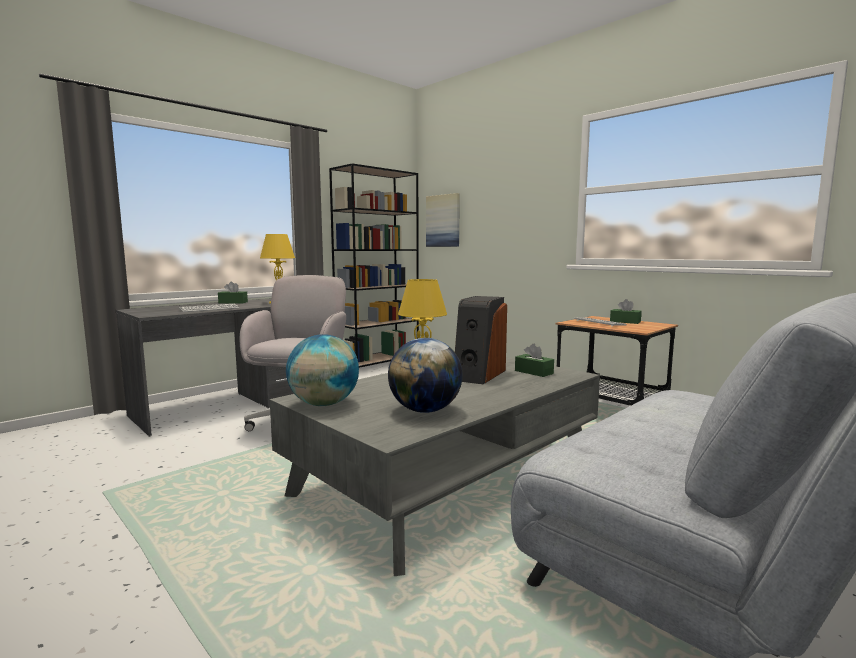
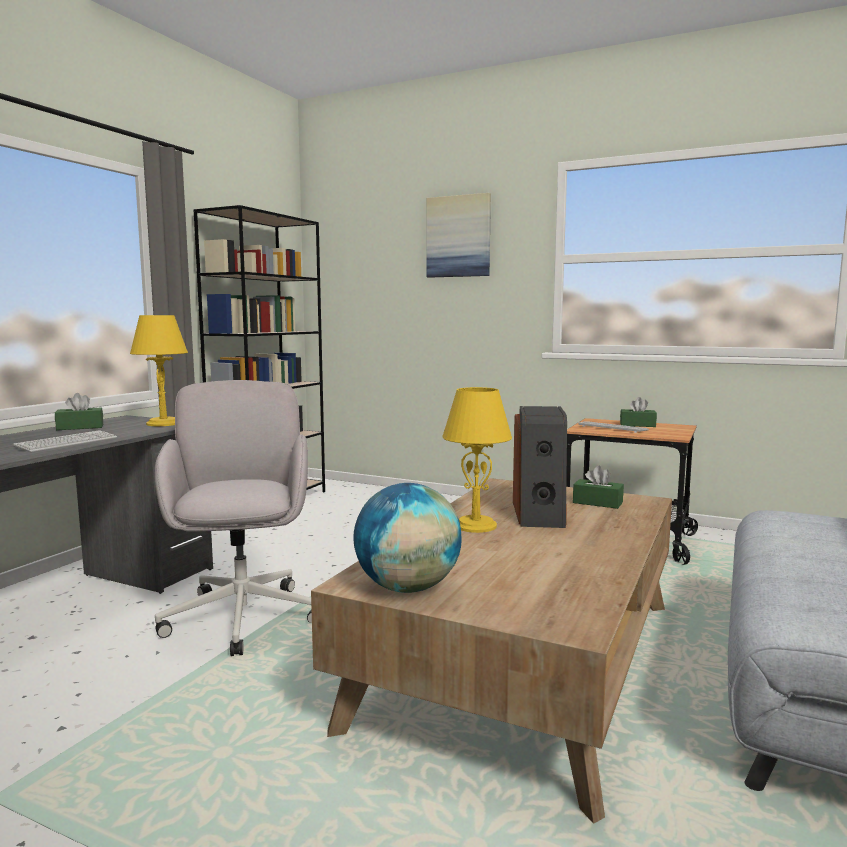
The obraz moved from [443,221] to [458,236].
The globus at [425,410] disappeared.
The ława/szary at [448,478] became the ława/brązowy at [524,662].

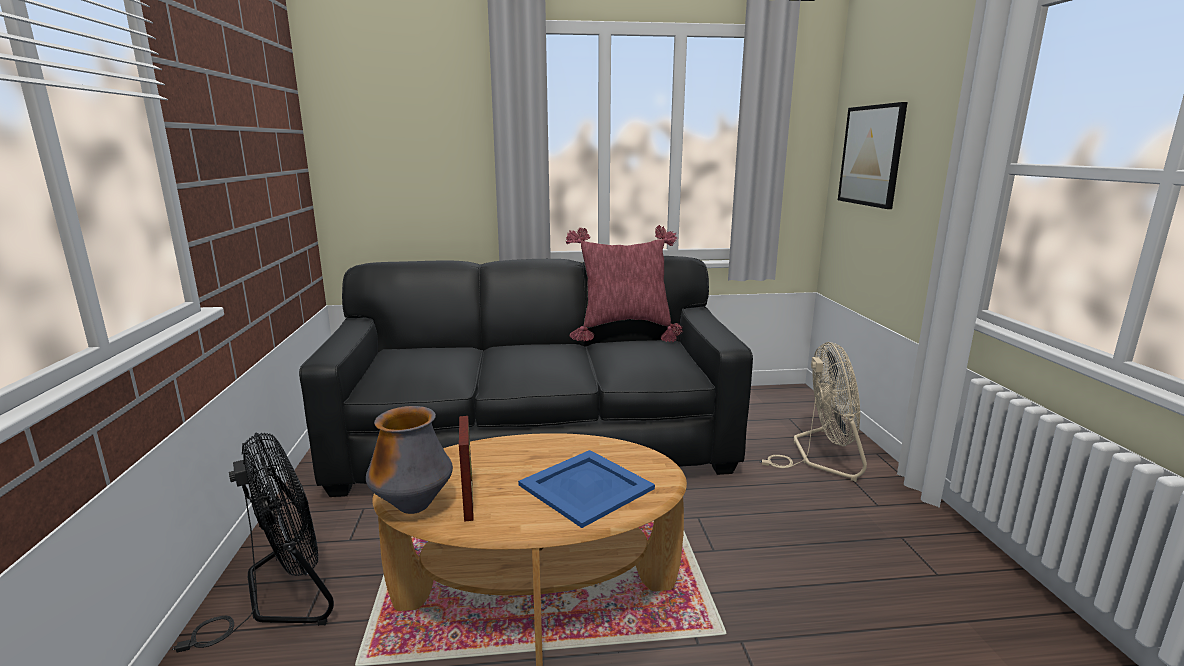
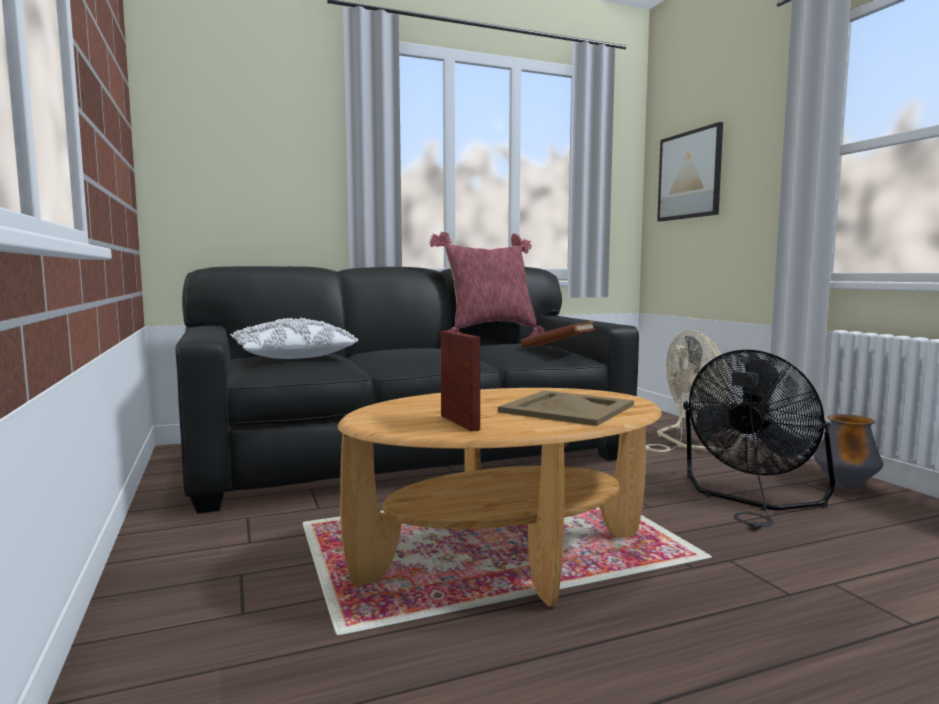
The wazon moved from [413,506] to [845,487].
The wentylator/czarny moved from [278,592] to [747,498].
The taca/niebieski at [586,486] became the taca/beżowy at [566,408].
The poduszka/biały at [293,356] appeared.
The książka/brązowy at [558,348] appeared.

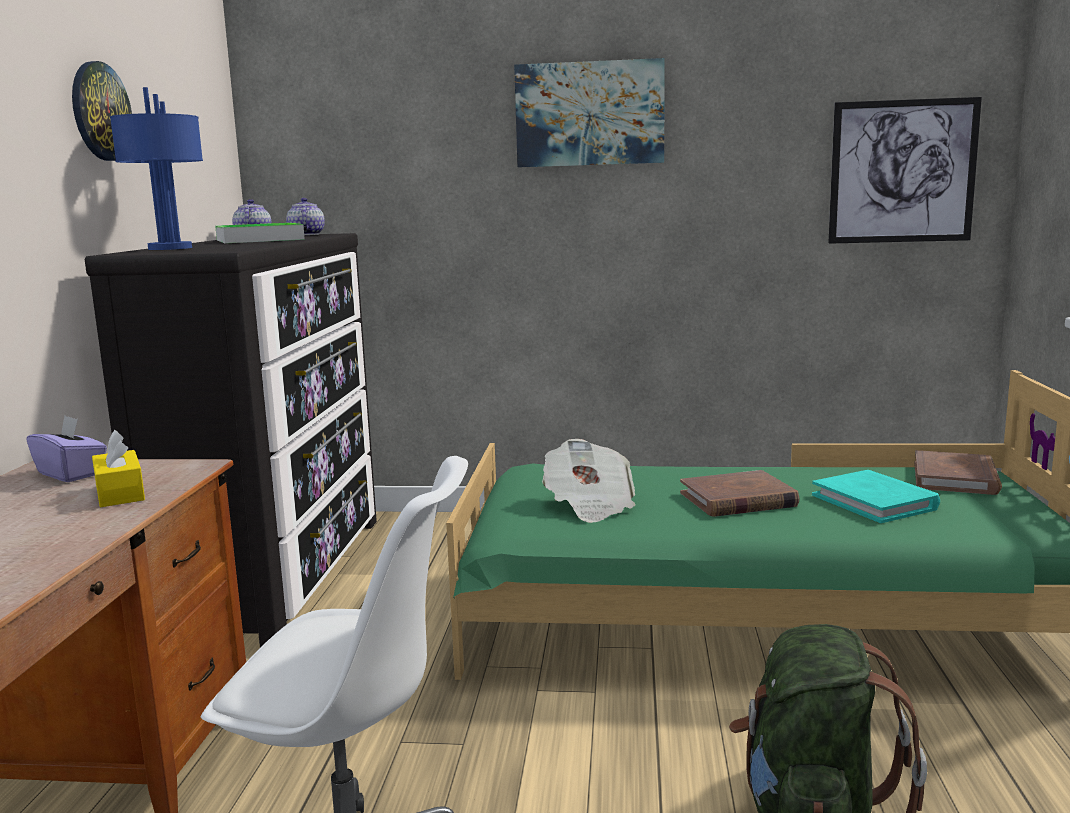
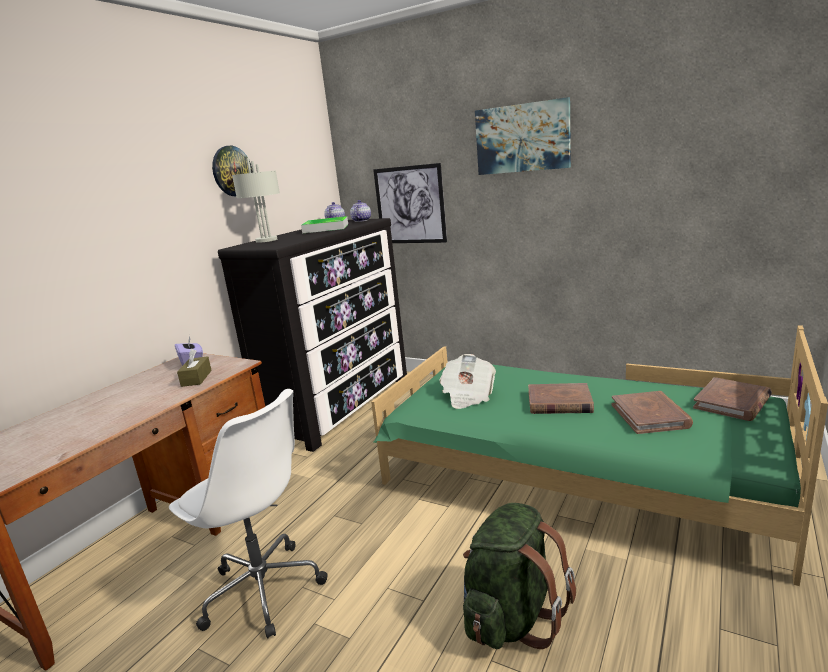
The lampa stołowa/niebieski at [169,248] became the lampa stołowa/szary at [266,240].
The obraz moved from [902,172] to [410,205].
The pudełko chusteczek/żółty at [120,493] became the pudełko chusteczek/brązowy at [196,378].
The książka/turkusowy at [874,501] became the książka/brązowy at [650,415].

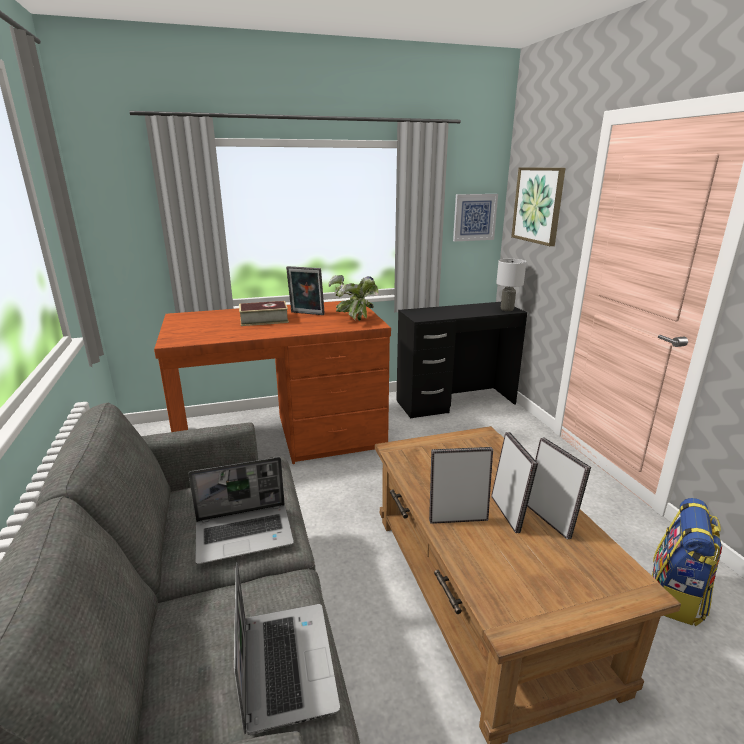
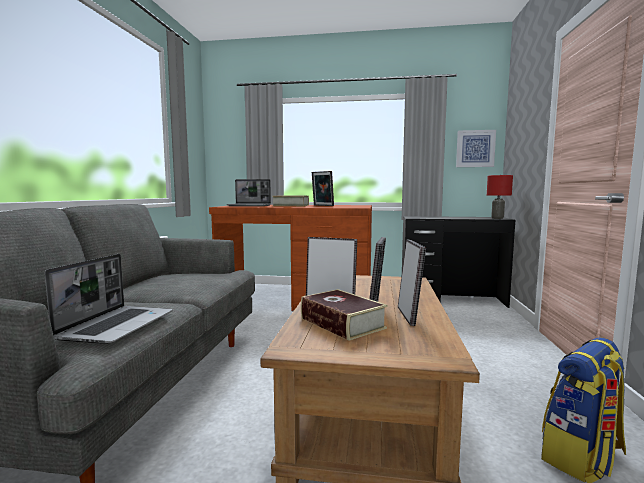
The obraz at [538,205] disappeared.
The lampa stołowa/biały at [507,310] became the lampa stołowa/czerwony at [497,218].
The roślina doniczkowa at [354,319] disappeared.
The laptop moved from [245,533] to [250,206].
The książka at [342,323] appeared.

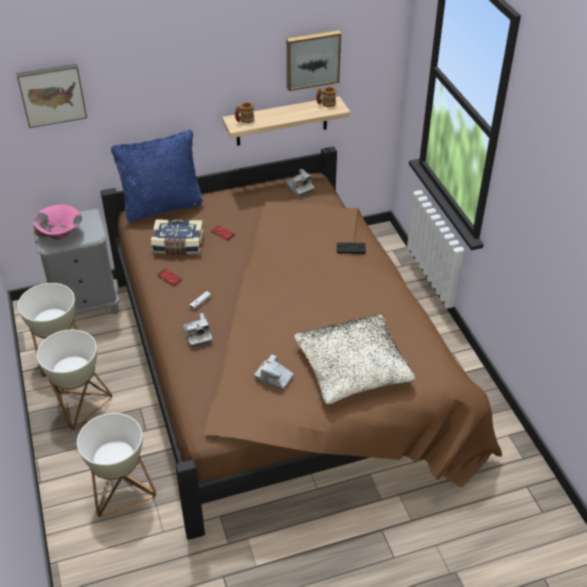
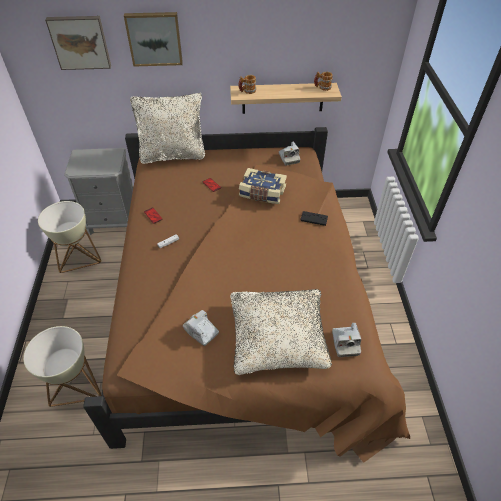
The obraz moved from [312,59] to [154,38].
The poduszka/niebieski at [163,208] became the poduszka/beżowy at [173,156].
The miska/różowy at [60,234] disappeared.
The książka moved from [178,245] to [262,193].
The aparat fotograficzny moved from [197,336] to [345,343].
The donica at [81,405] disappeared.

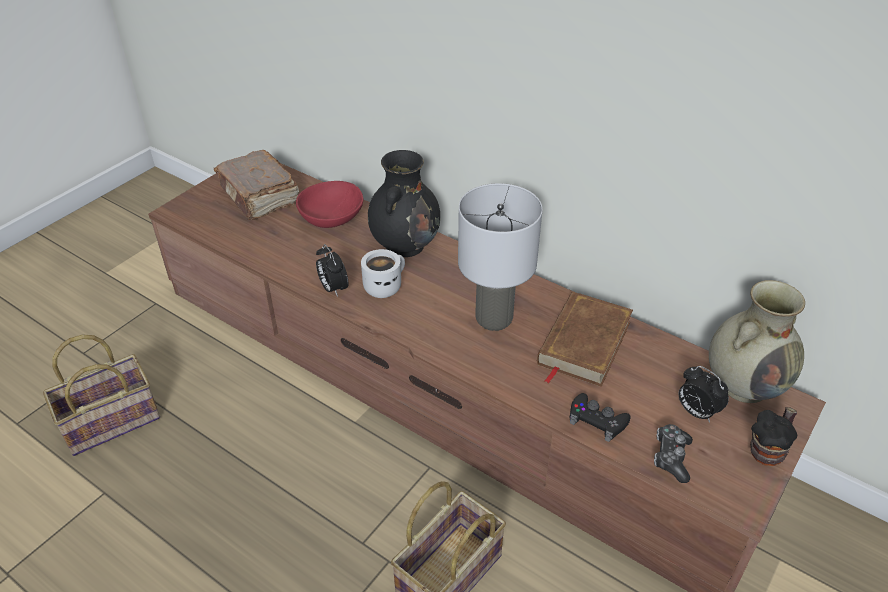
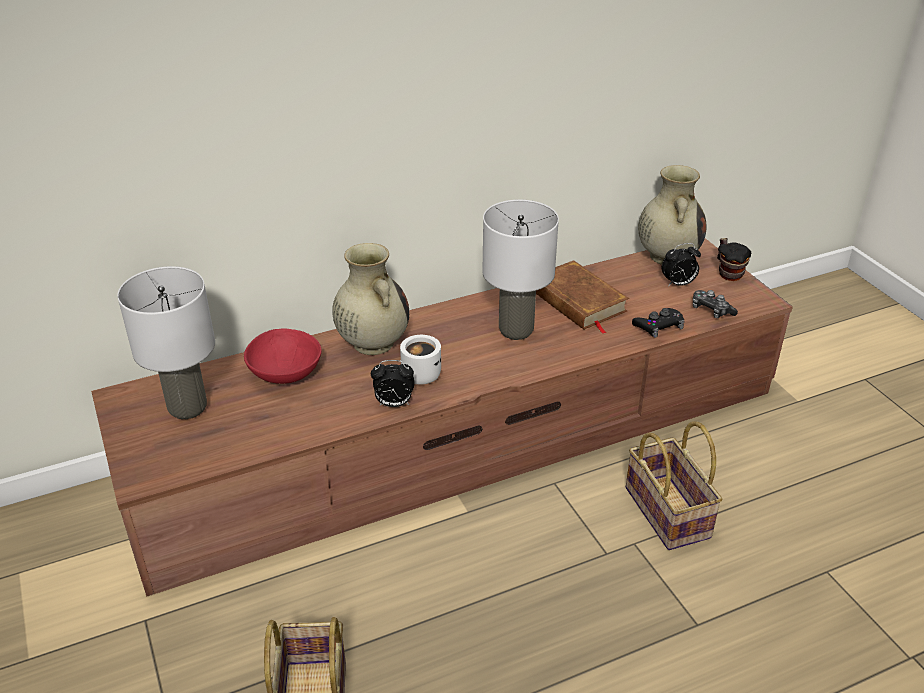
The książka/brązowy at [259,197] was replaced by the lampa stołowa/biały at [189,410].
The wazon/czarny at [405,244] became the wazon/beżowy at [372,342].

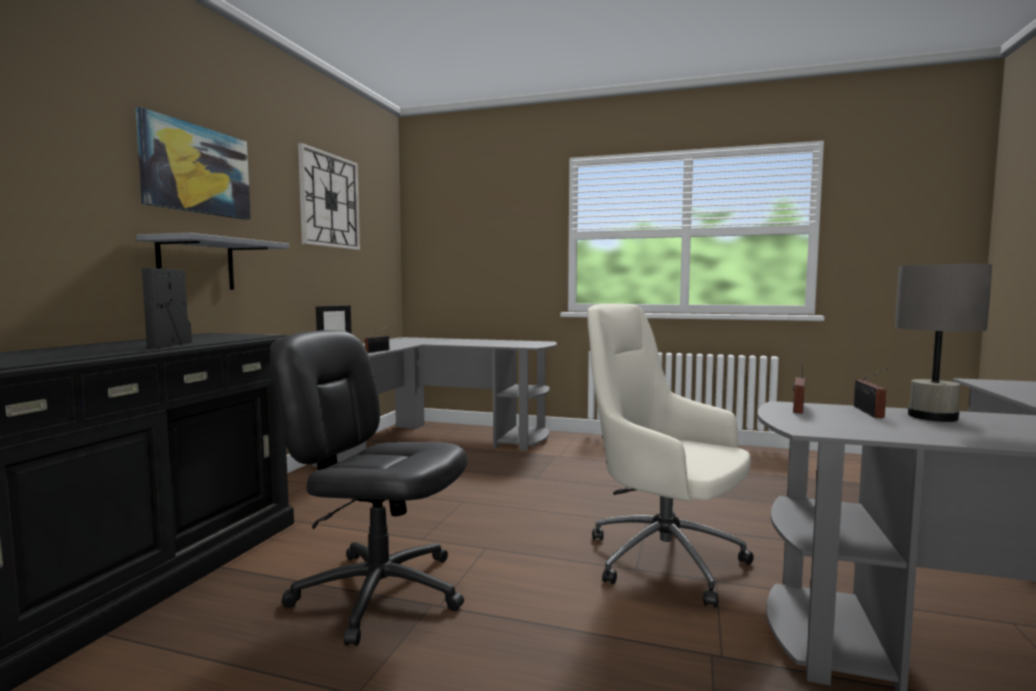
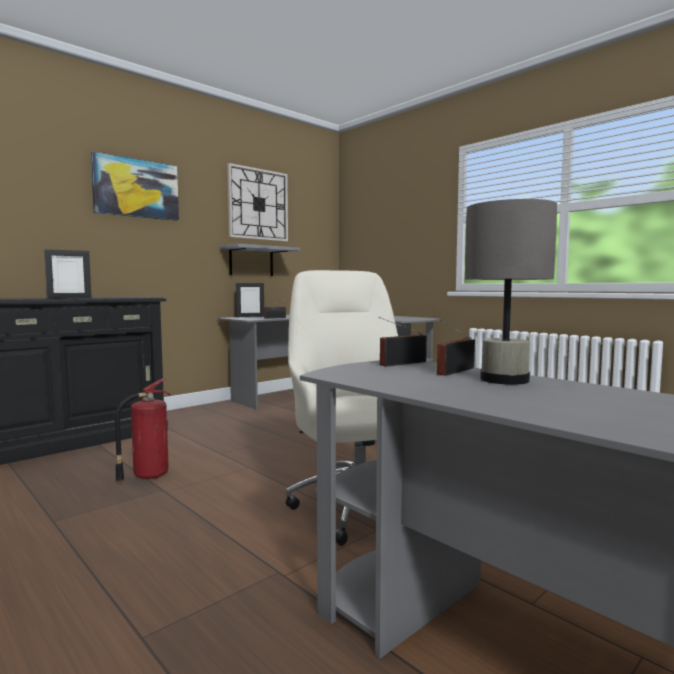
The półka/szary moved from [196,265] to [251,261].
The ramka na zdjęcie at [170,345] turned 150 degrees counterclockwise.
The krzesło biurowe/czarny at [379,591] was replaced by the gaśnica at [148,476].

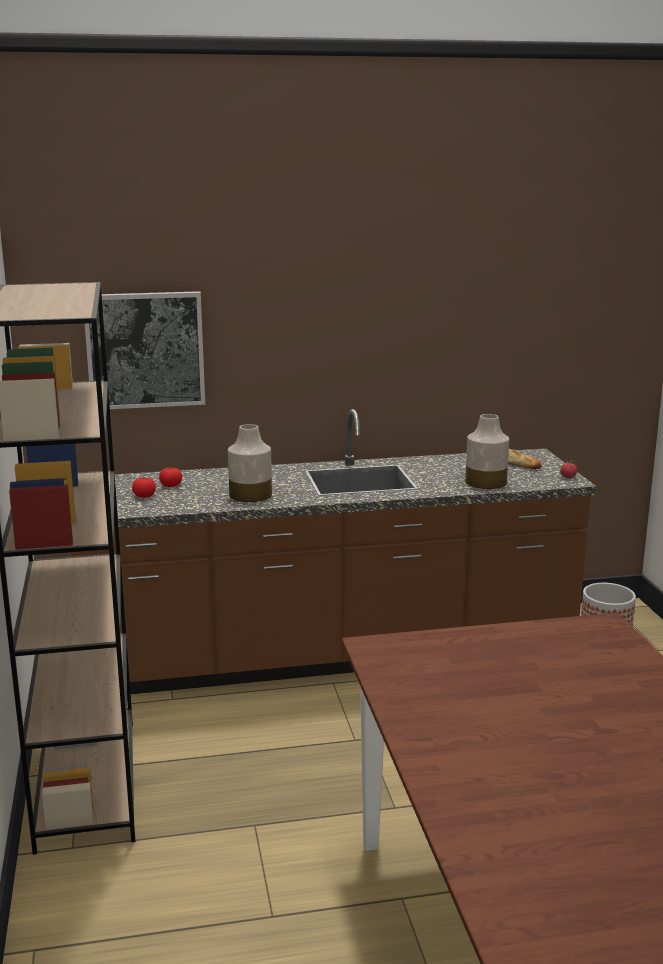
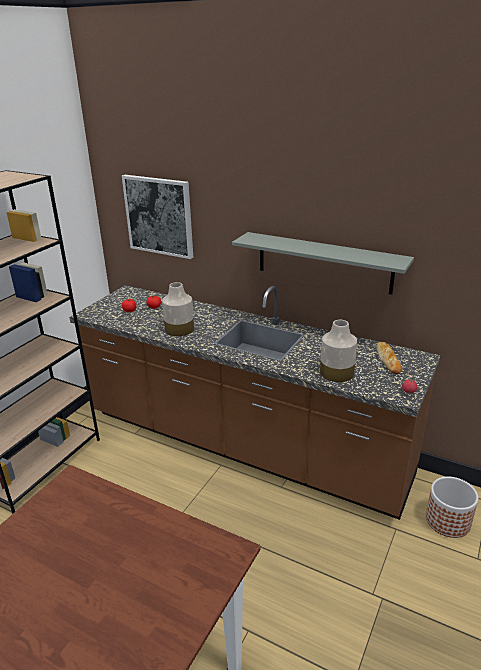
The półka/szary at [324,262] appeared.

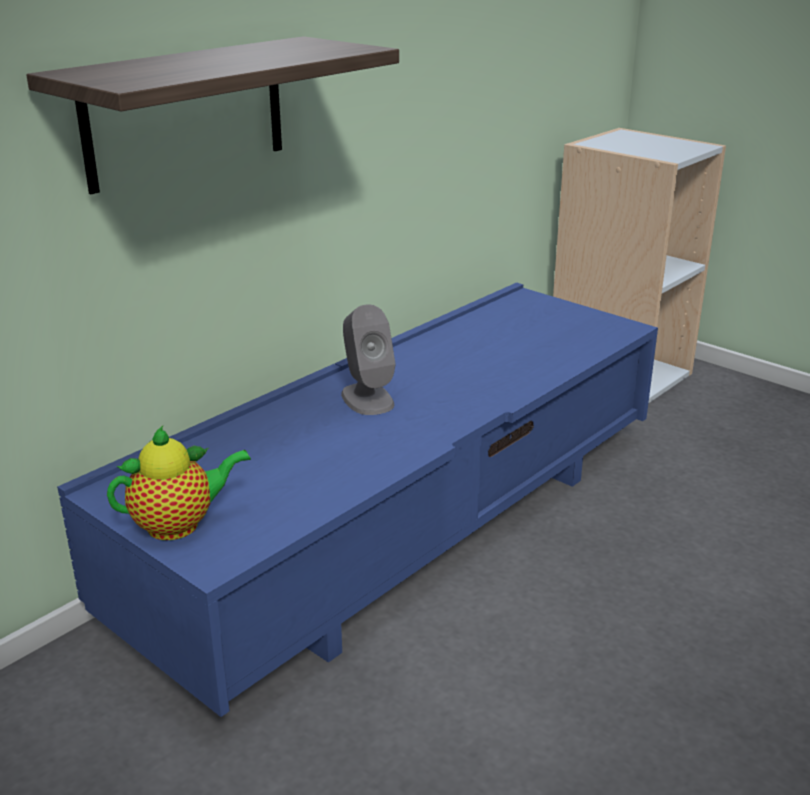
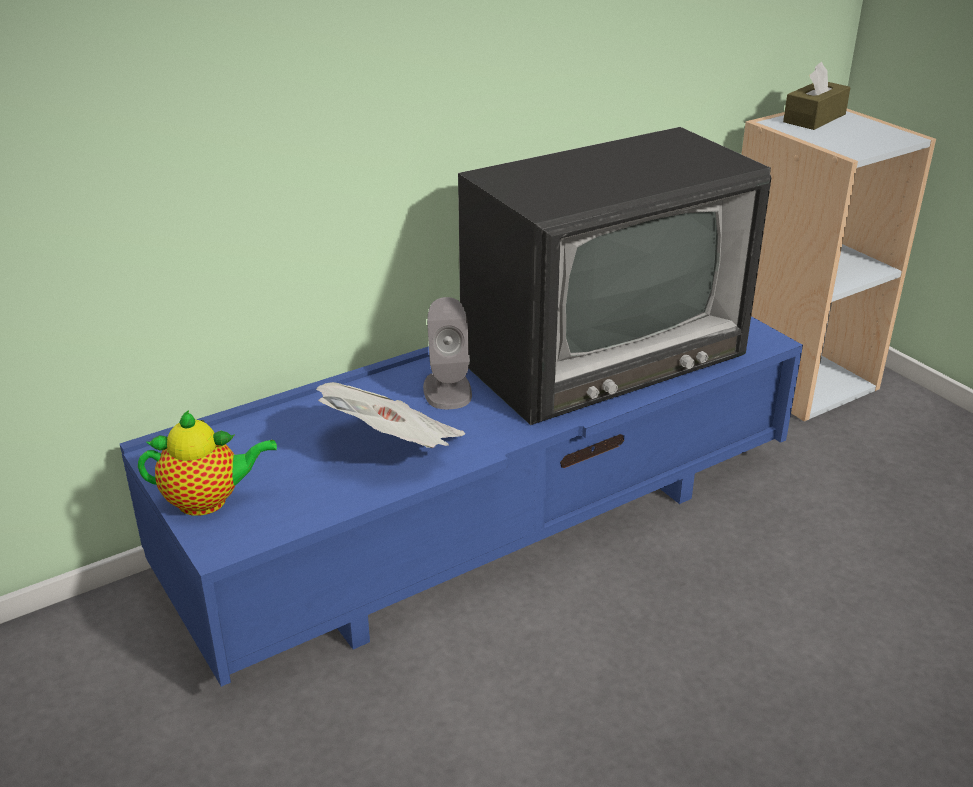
The półka at [186,112] disappeared.
The pudełko chusteczek/brązowy at [814,118] appeared.
The telewizor at [600,353] appeared.
The gazeta at [394,447] appeared.

